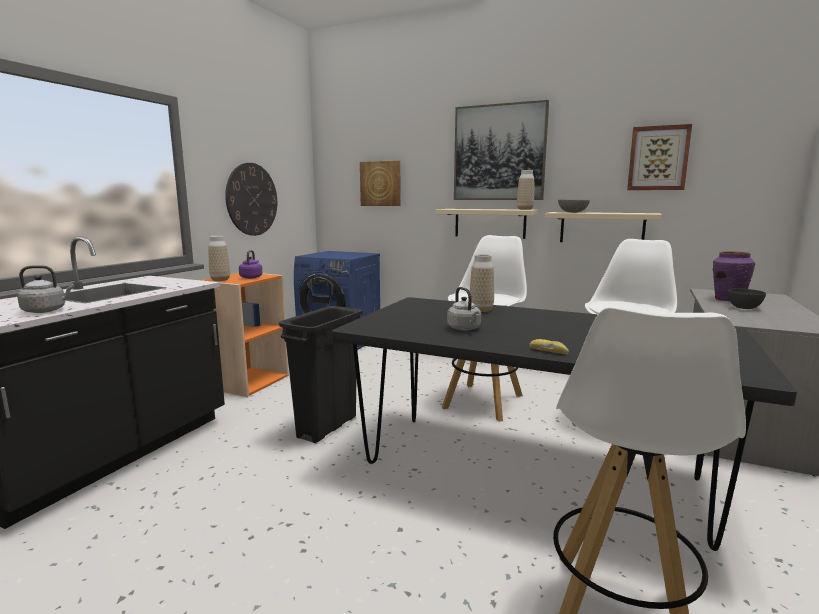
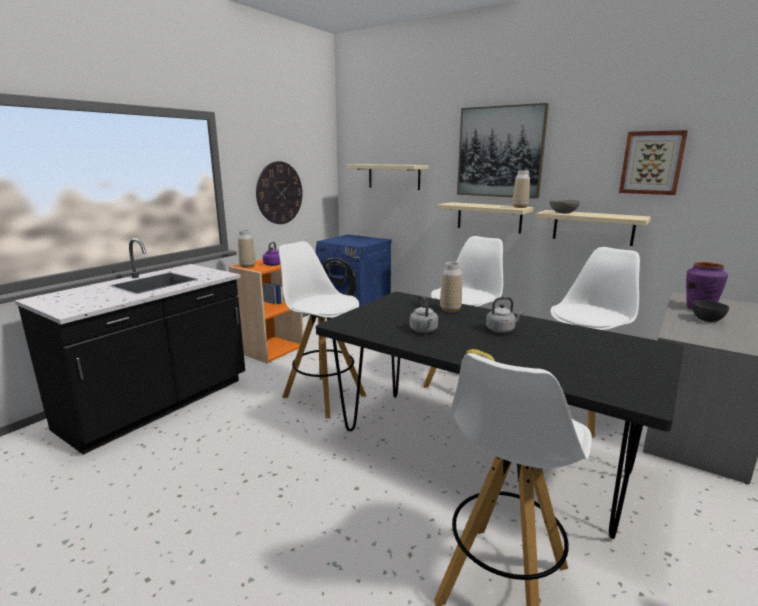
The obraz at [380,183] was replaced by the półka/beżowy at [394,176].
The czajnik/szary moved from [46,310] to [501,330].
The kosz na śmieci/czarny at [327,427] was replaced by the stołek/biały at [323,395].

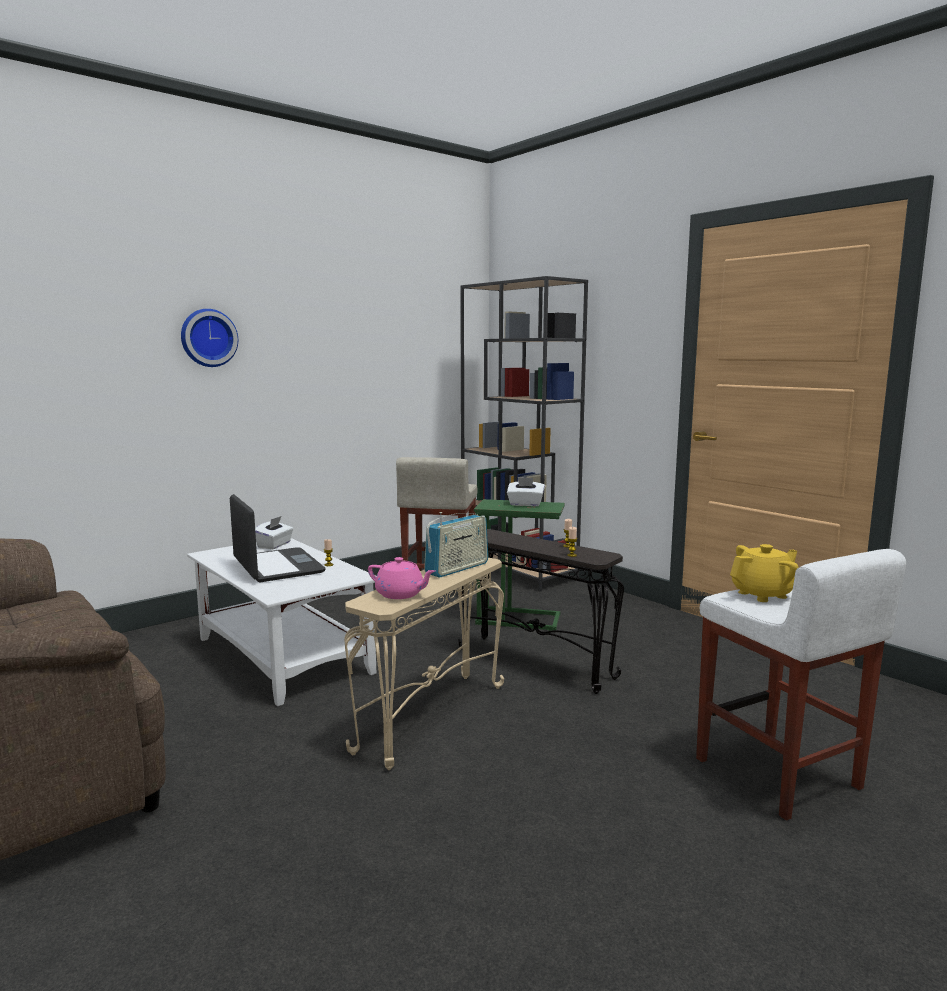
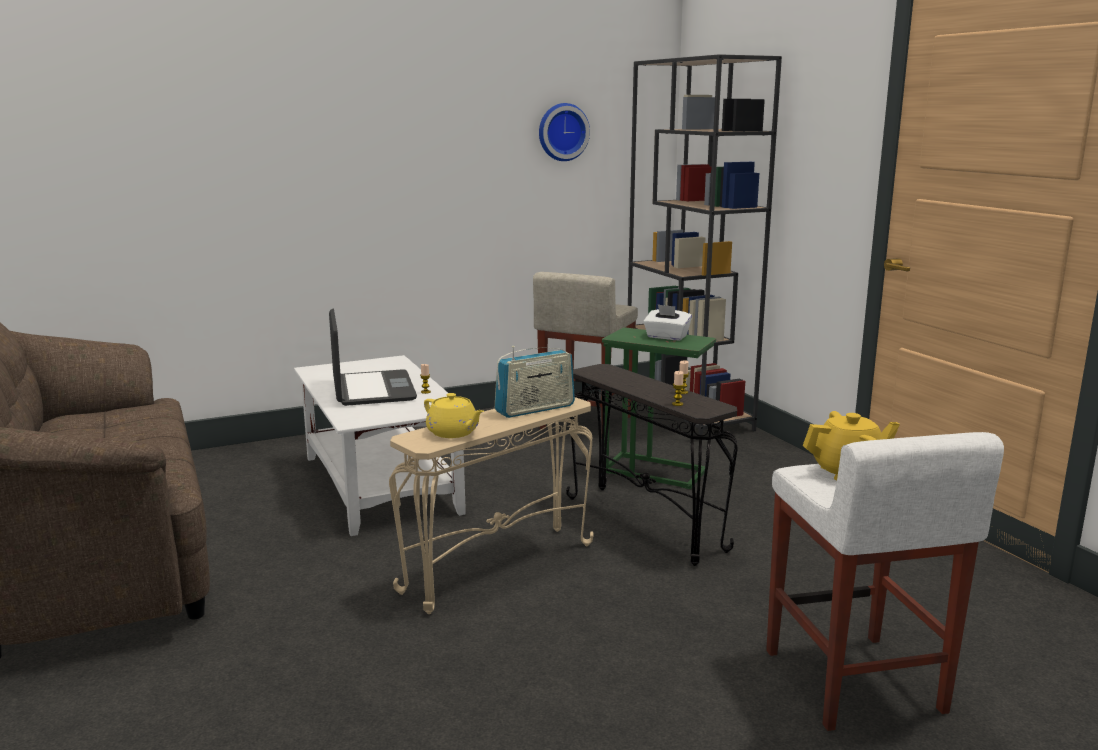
The zegar ścienny moved from [208,338] to [562,132].
The pudełko chusteczek/biały at [274,545] disappeared.
The imbryk/różowy at [401,594] became the imbryk/żółty at [453,433].

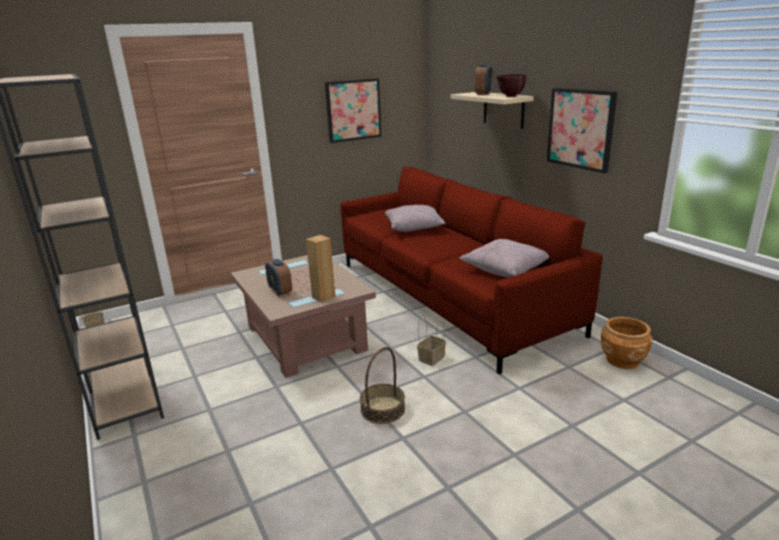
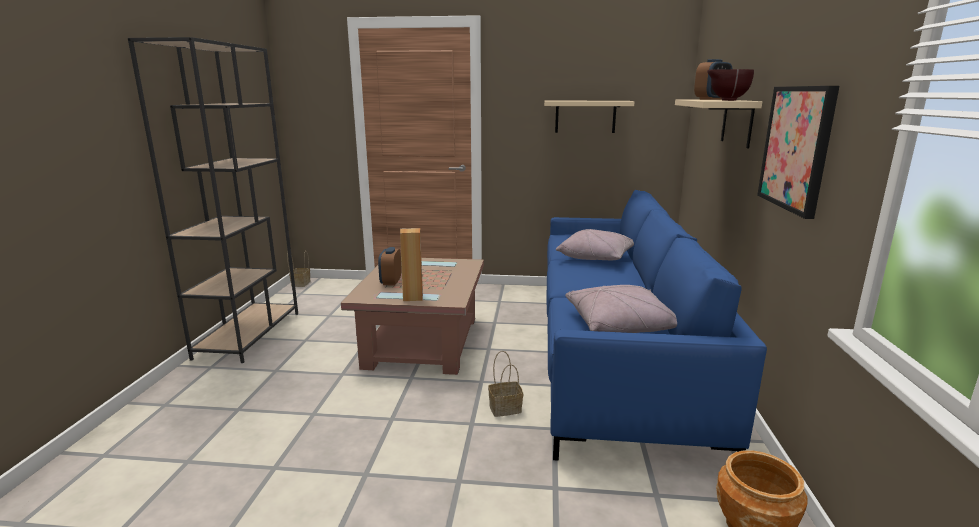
The obraz at [353,110] was replaced by the półka/beżowy at [585,116].
The kanapa/czerwony at [448,296] became the kanapa/niebieski at [614,353].
The koszyk at [382,409] disappeared.

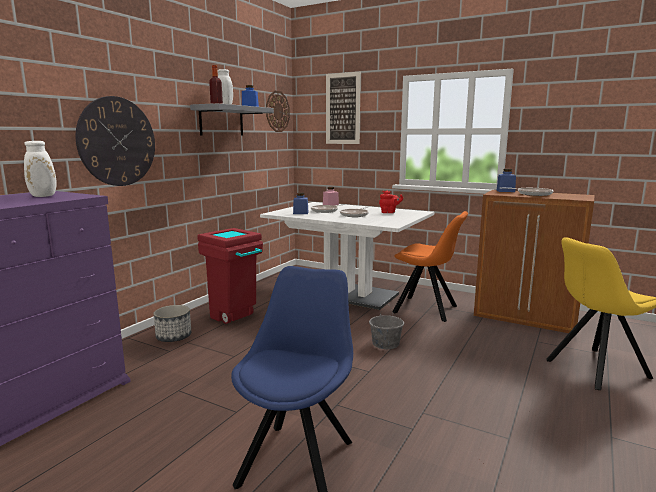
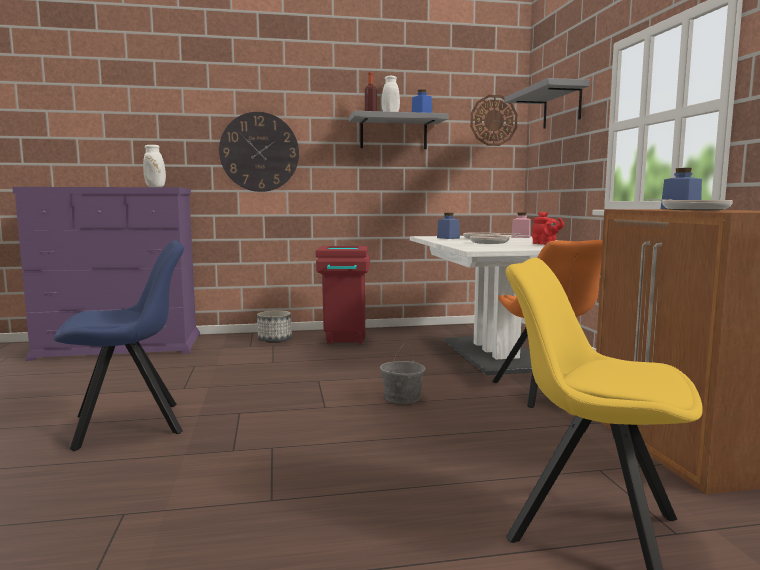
The obraz at [342,109] was replaced by the półka/szary at [562,107].

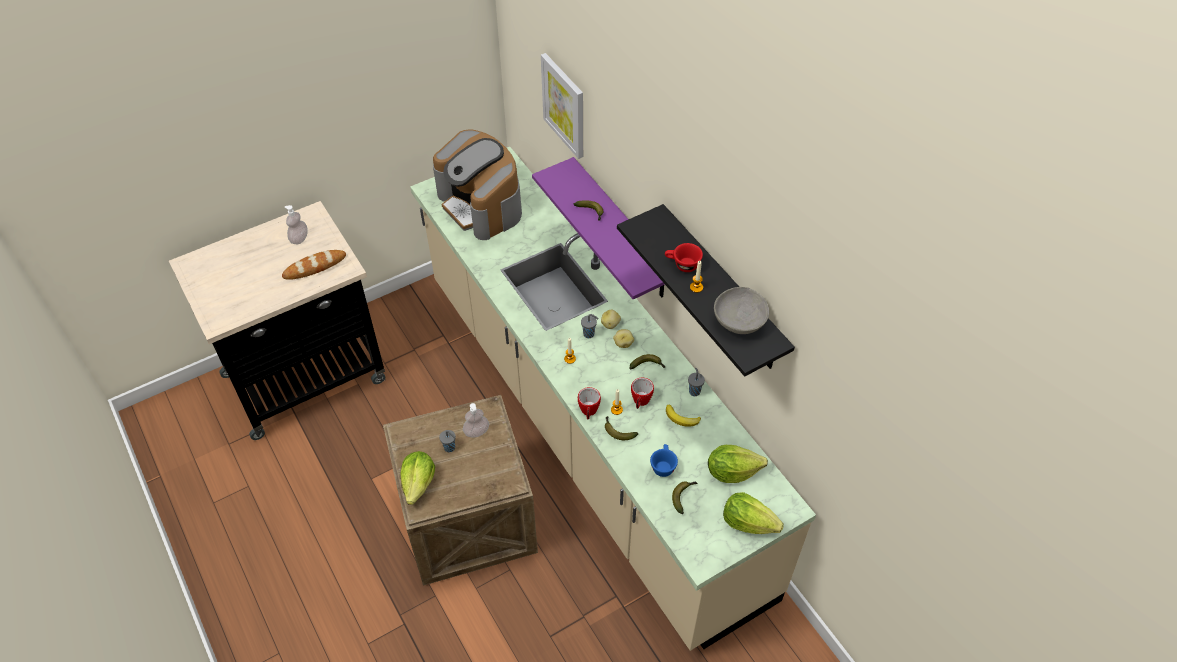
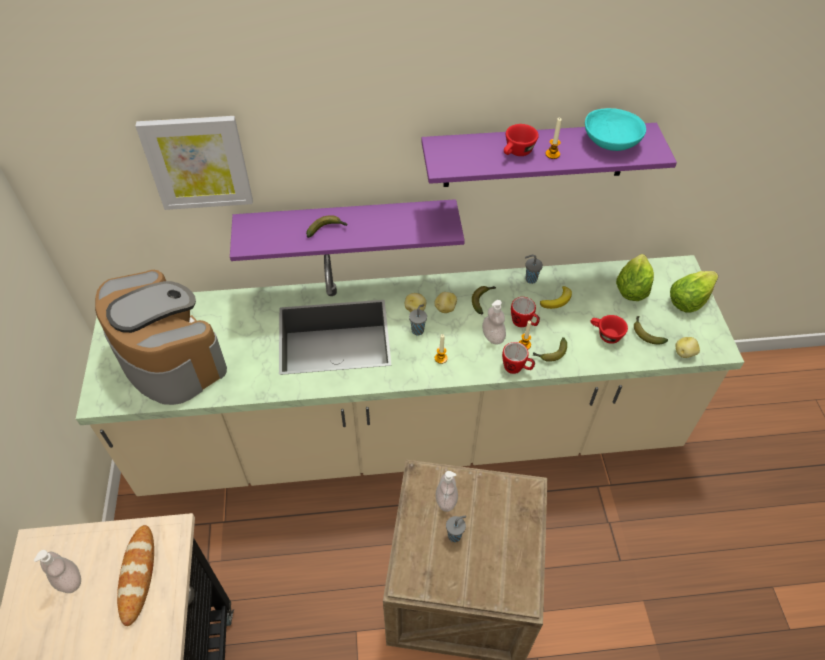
The ekspres do kawy at [481,205] turned 120 degrees counterclockwise.
The półka/czarny at [722,290] became the półka/fioletowy at [536,155].
The miska/szary at [738,321] became the miska/turkusowy at [610,143].
The filiżanka/niebieski at [663,465] became the filiżanka/czerwony at [605,335].
The sałata at [419,484] disappeared.
The dozownik mydła at [493,337] appeared.
The ziemniak at [684,353] appeared.

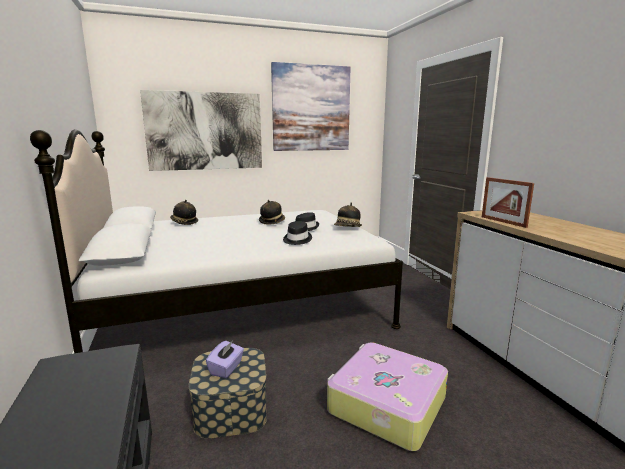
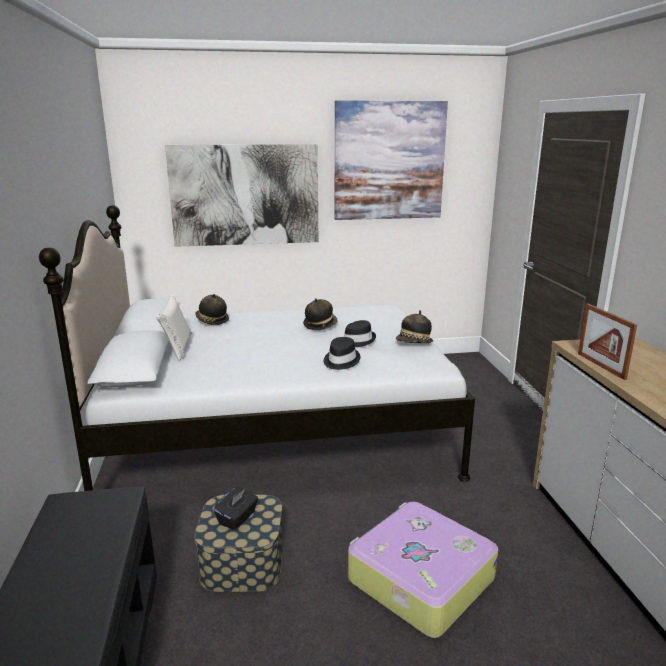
The pudełko chusteczek/fioletowy at [226,368] became the pudełko chusteczek/czarny at [237,518].
The poduszka/biały at [177,347] appeared.

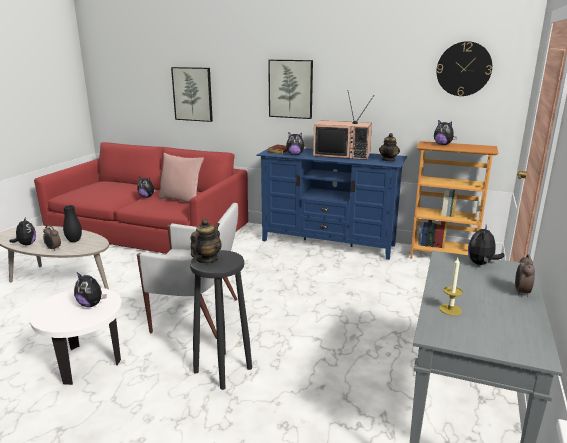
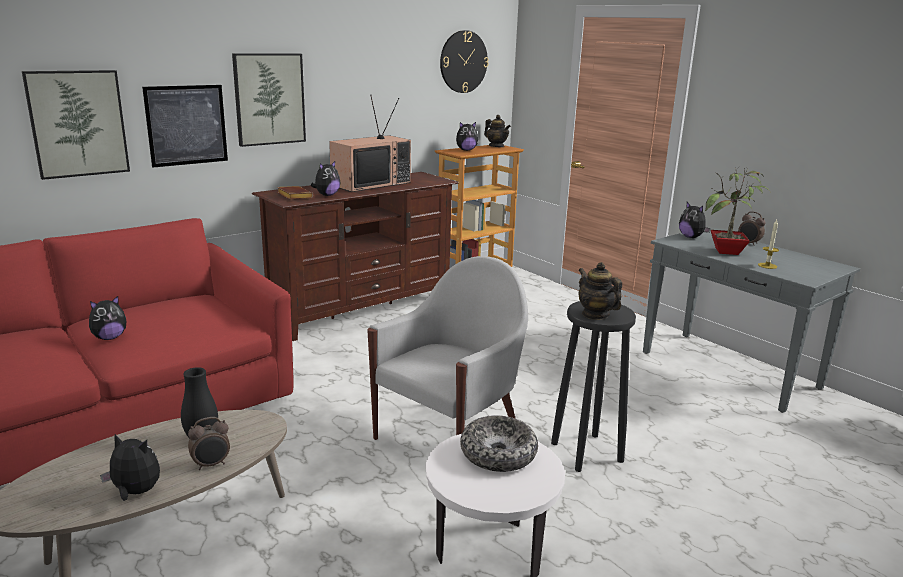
The imbryk moved from [388,160] to [496,146].
The szafka pod telewizor/niebieski at [328,242] became the szafka pod telewizor/brązowy at [362,310].
The poduszka/różowy at [181,200] disappeared.
The pluszak at [91,304] was replaced by the miska at [498,453].
The obraz at [186,125] appeared.
The roślina doniczkowa at [727,252] appeared.

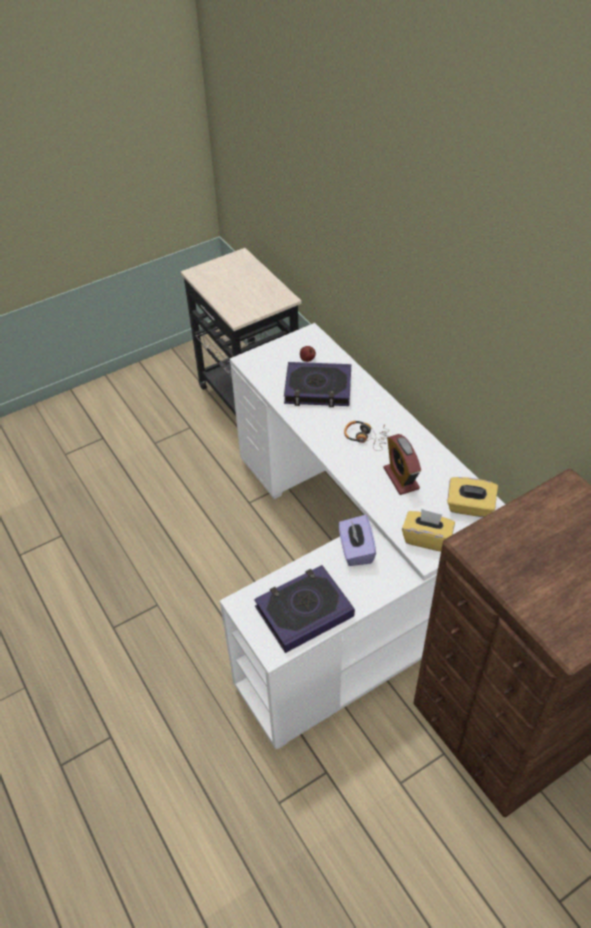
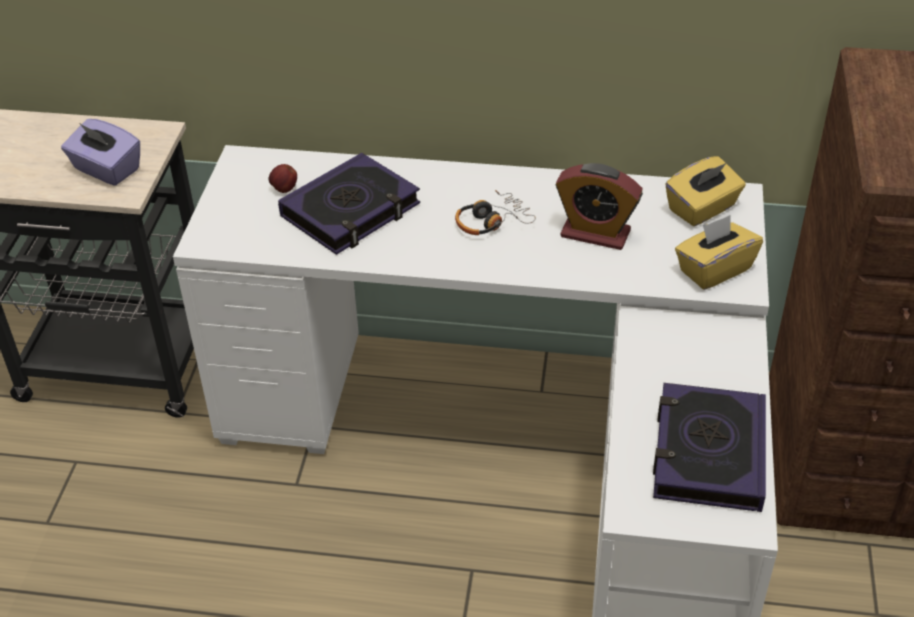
The pudełko chusteczek/fioletowy moved from [356,550] to [106,170].

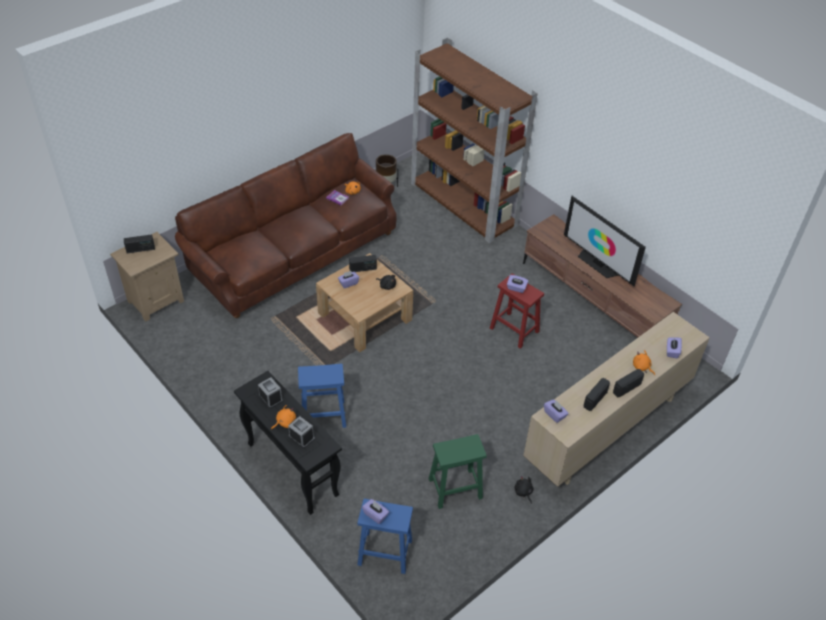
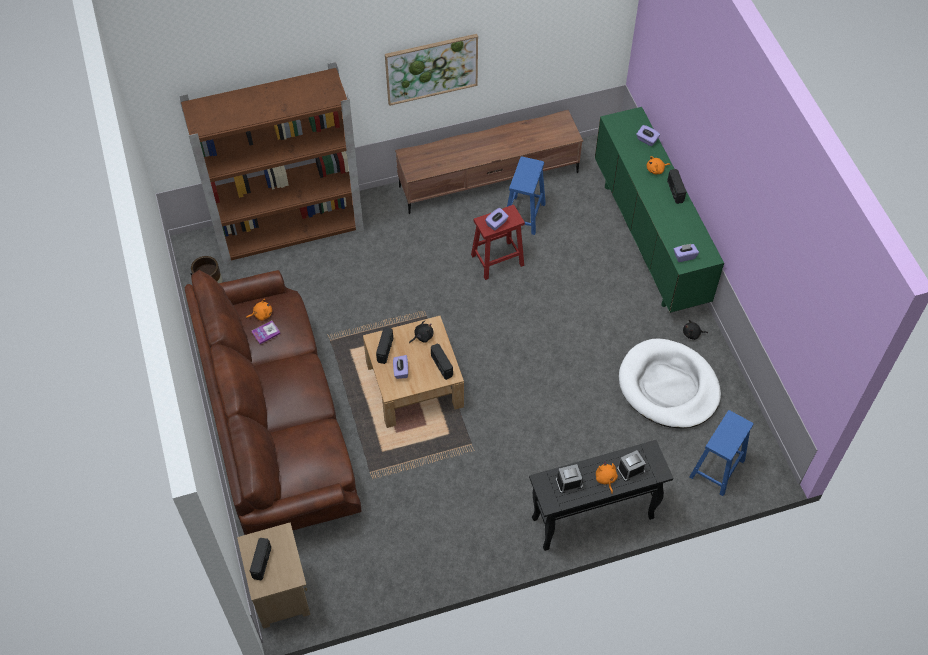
The telewizor at [598,264] disappeared.
The szafka/beżowy at [608,429] became the szafka/zielony at [649,240].
The stołek/niebieski moved from [322,415] to [524,216].
The radio moved from [594,399] to [441,366].
The stołek/zielony at [454,489] was replaced by the legowisko/biały at [668,386].
The pudełko chusteczek/fioletowy at [375,515] disappeared.
The obraz at [431,68] appeared.

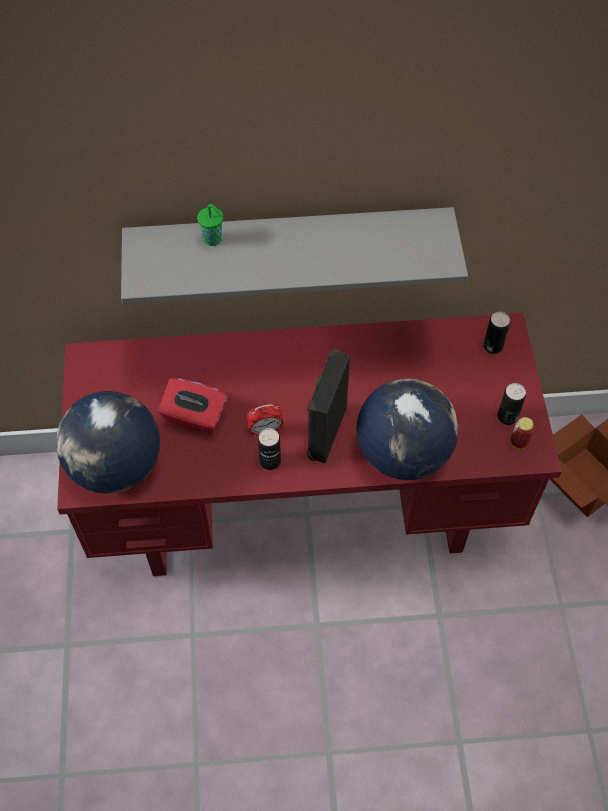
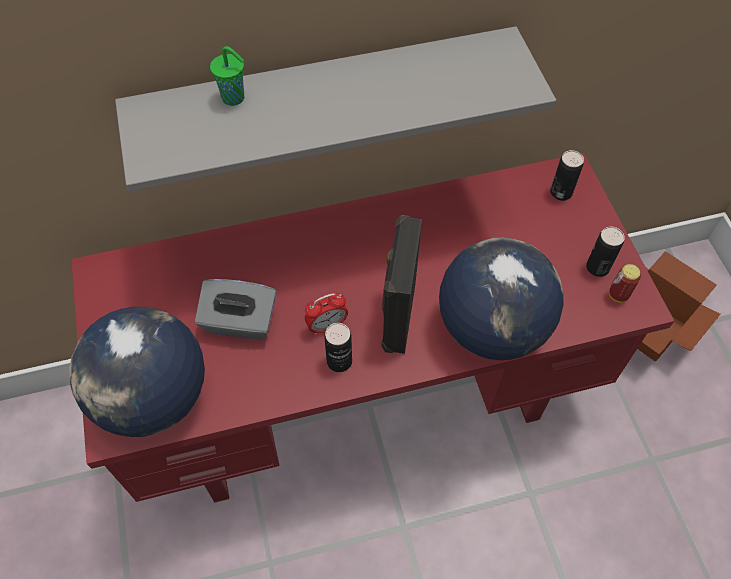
The pudełko chusteczek/czerwony at [194,417] became the pudełko chusteczek/szary at [240,322].

